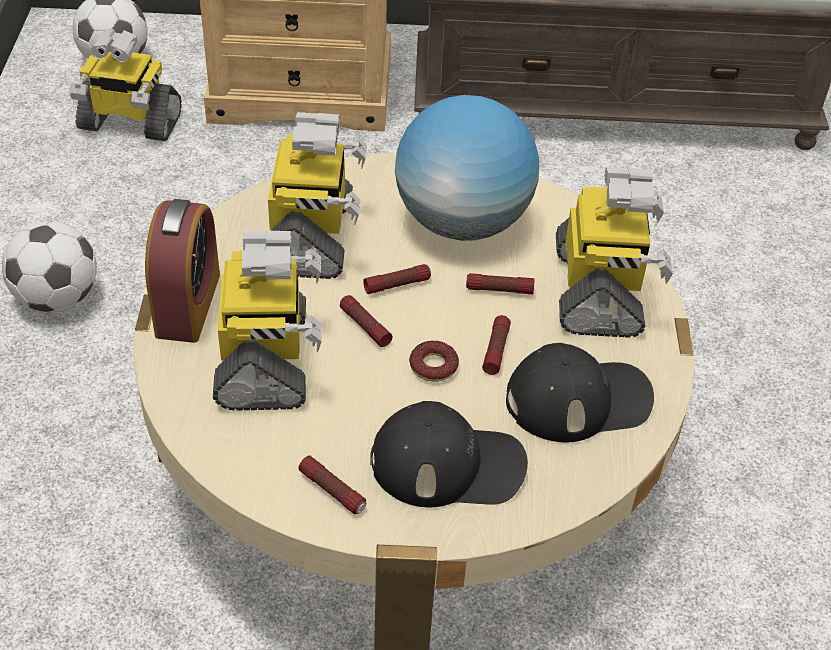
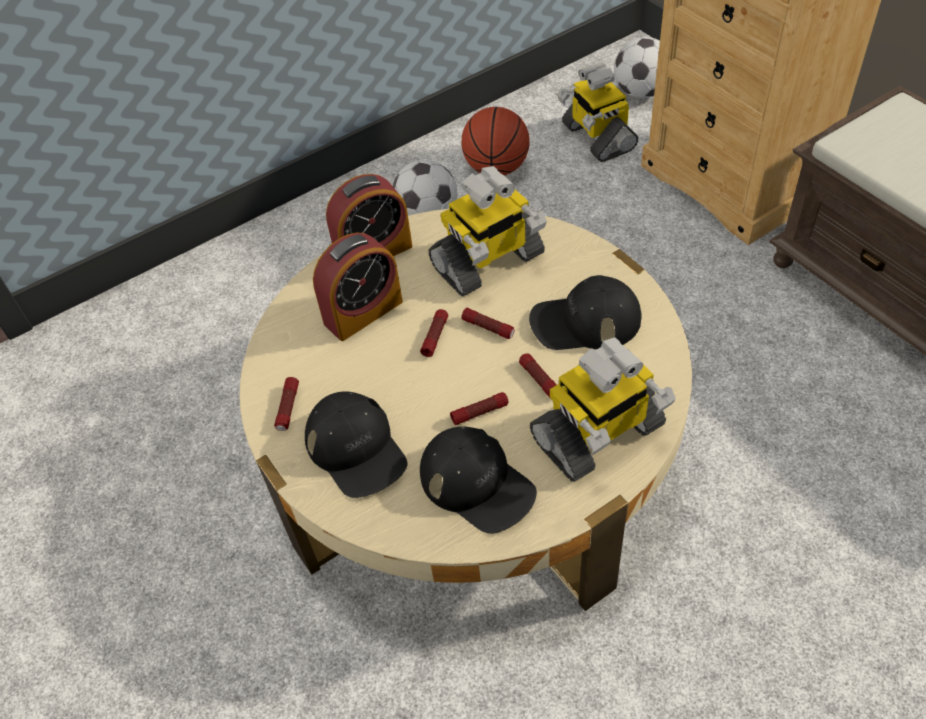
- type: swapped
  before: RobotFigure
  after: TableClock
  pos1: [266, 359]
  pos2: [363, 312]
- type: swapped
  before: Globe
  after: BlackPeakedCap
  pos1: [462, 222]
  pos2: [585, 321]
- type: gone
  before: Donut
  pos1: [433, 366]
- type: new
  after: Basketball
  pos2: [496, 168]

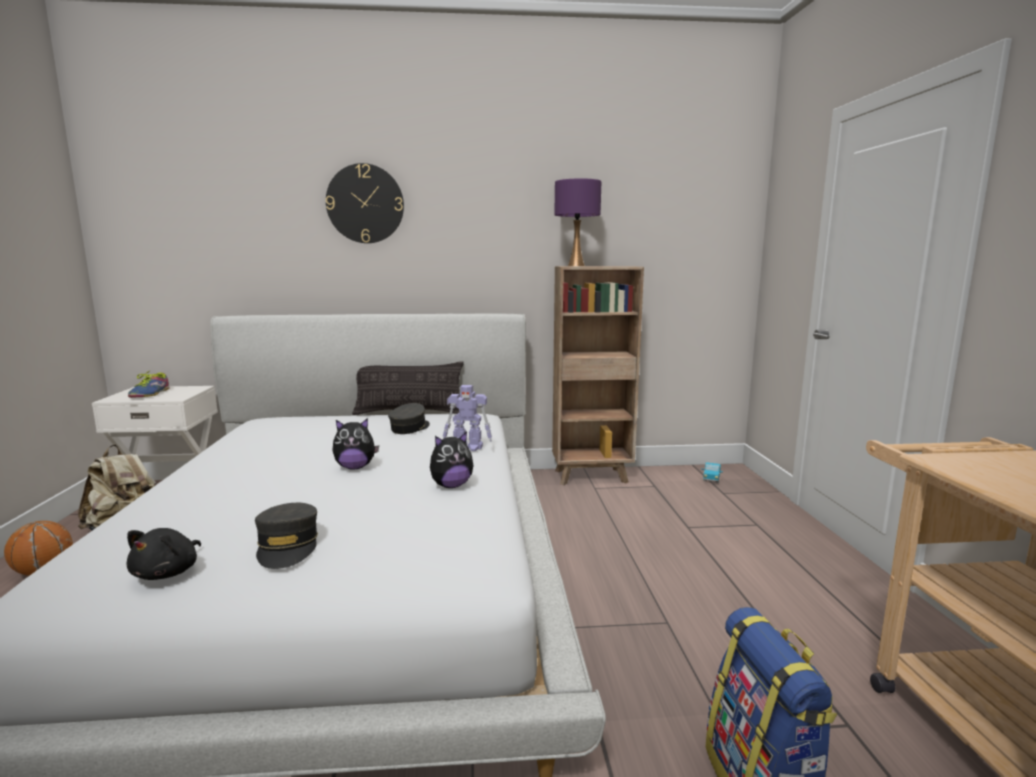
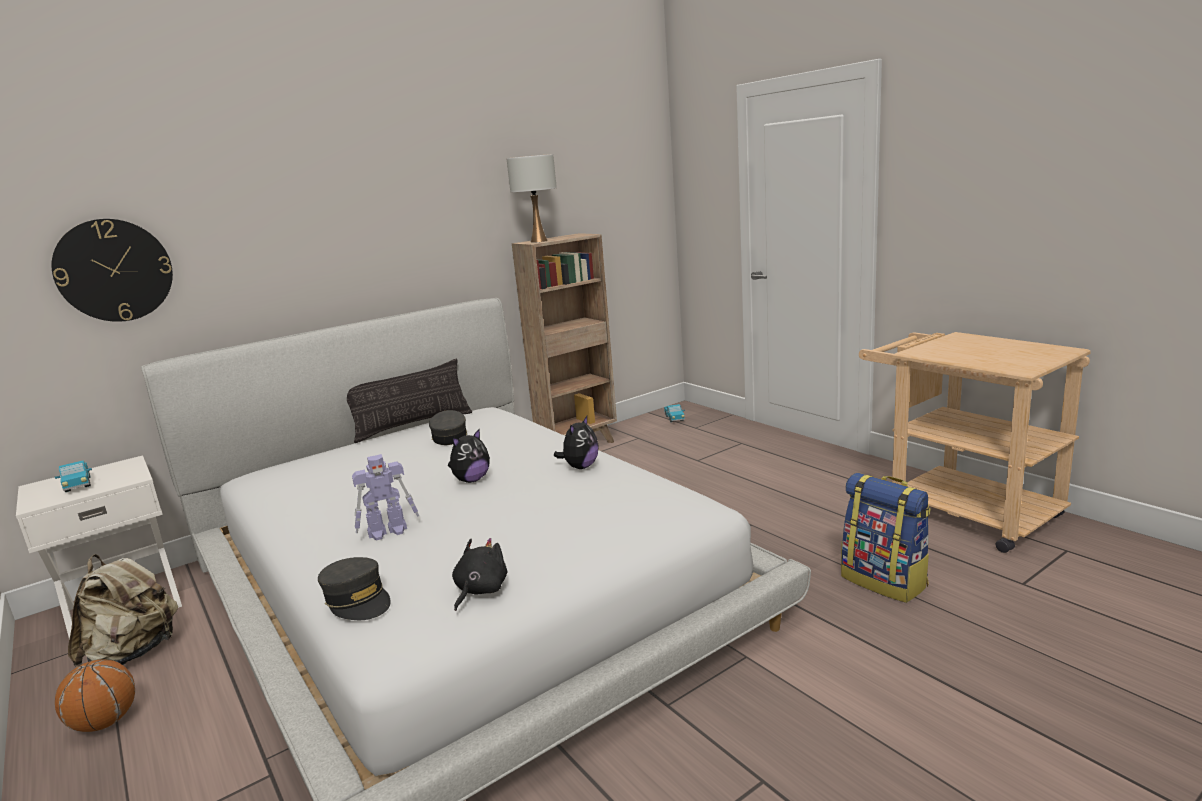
- type: rotated
  before: BlackCuddlyToy
  pos1: [168, 572]
  pos2: [479, 590]
  turn: -135
- type: swapped
  before: LowShoe
  after: ToyLorry
  pos1: [150, 394]
  pos2: [78, 485]
- type: shifted
  before: GreyPeakedCap
  pos1: [288, 546]
  pos2: [358, 600]
- type: shifted
  before: HangingClock
  pos1: [365, 204]
  pos2: [114, 270]
- type: shifted
  before: RobotFigure
  pos1: [468, 447]
  pos2: [389, 531]
- type: repainted
  before: PurplishLampForATable
  after: WhitishLampForATable
  pos1: [575, 266]
  pos2: [538, 241]

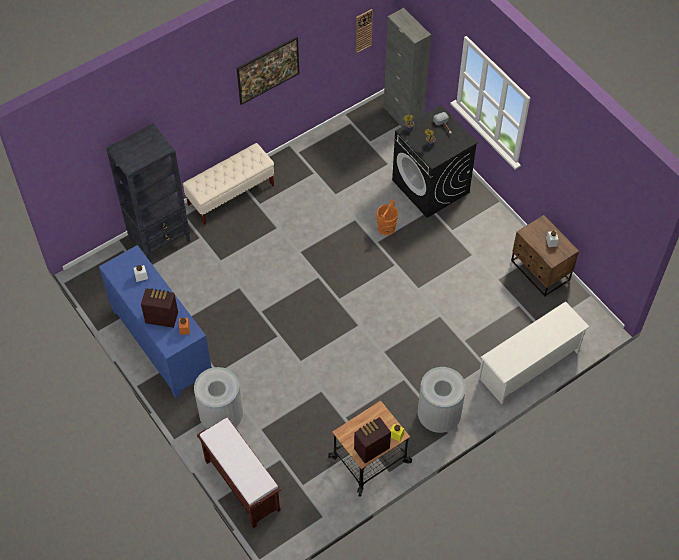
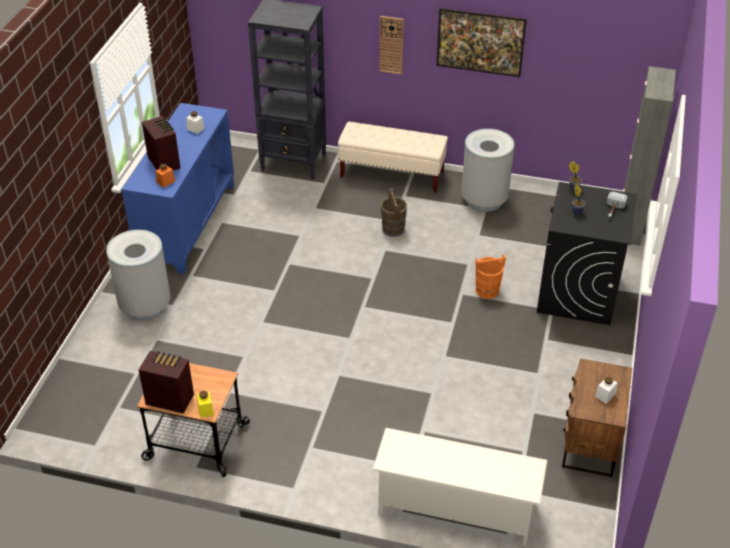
- type: gone
  before: BrownishBench
  pos1: [241, 485]
- type: shifted
  before: HangingClock
  pos1: [363, 31]
  pos2: [391, 45]
- type: shifted
  before: GreyWasteBin
  pos1: [438, 416]
  pos2: [484, 200]
- type: new
  after: BrownishBucket
  pos2: [393, 229]

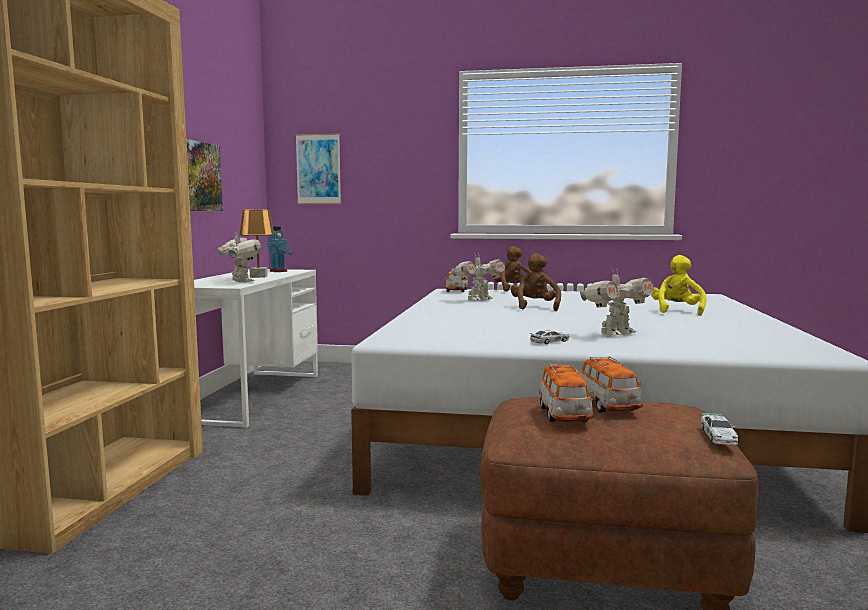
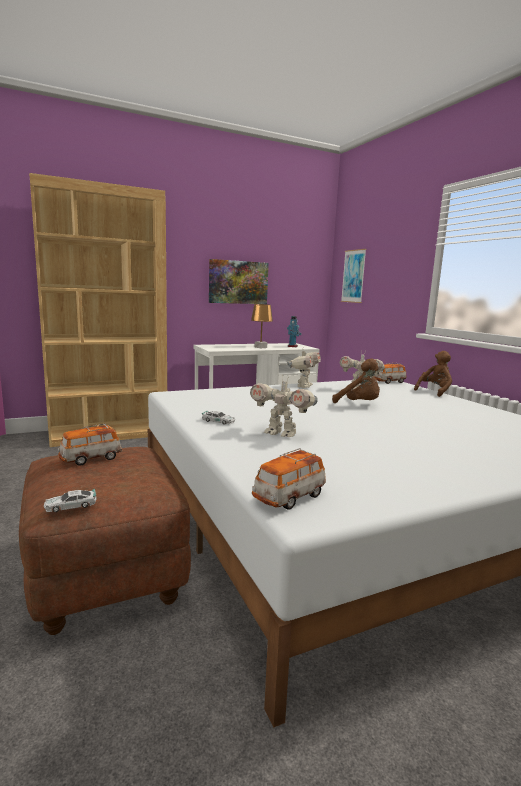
- type: shifted
  before: RobotFigure
  pos1: [241, 282]
  pos2: [303, 386]
- type: rotated
  before: BrownishCuddlyToy
  pos1: [535, 307]
  pos2: [359, 404]
  turn: 75
- type: shifted
  before: ToyCar
  pos1: [608, 406]
  pos2: [289, 498]
- type: gone
  before: YellowishCuddlyToy
  pos1: [676, 311]

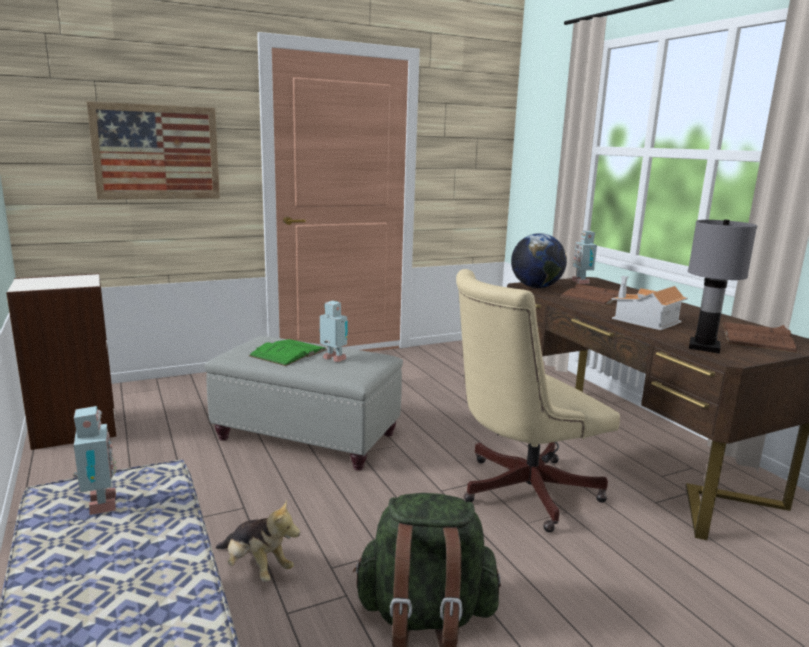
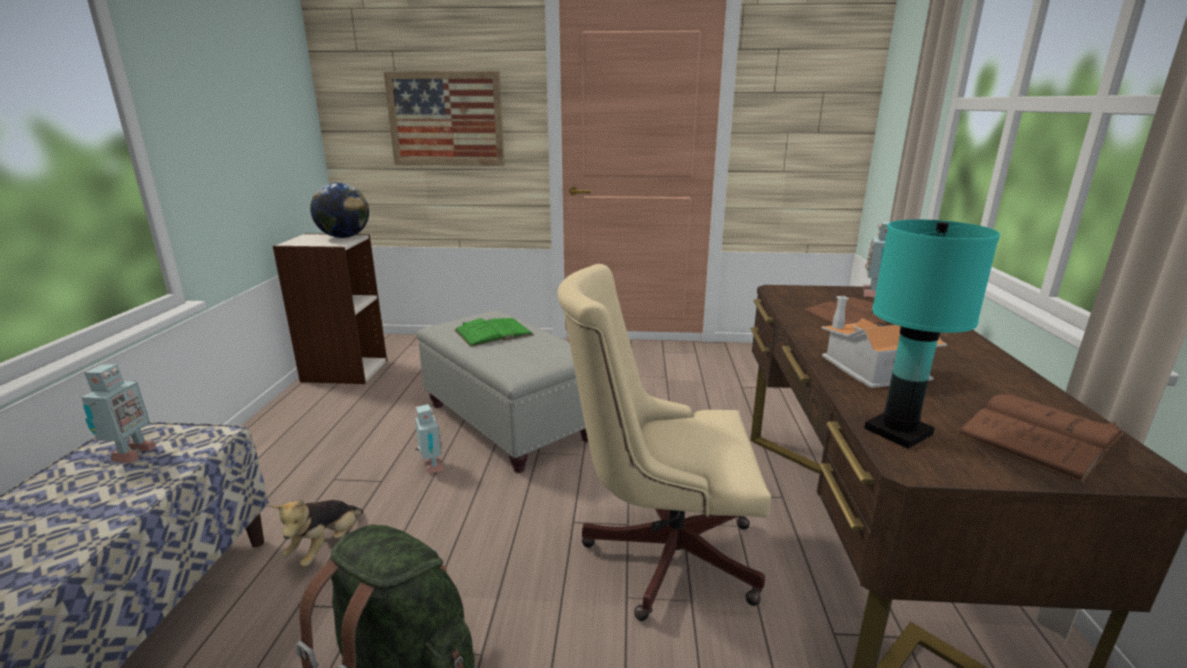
- type: rotated
  before: CuddlyToy
  pos1: [256, 568]
  pos2: [326, 547]
  turn: 45
- type: shifted
  before: RobotFigure
  pos1: [333, 359]
  pos2: [431, 468]
- type: shifted
  before: Globe
  pos1: [536, 287]
  pos2: [344, 237]
- type: repainted
  before: GreyLampForATable
  after: TurquoiseLampForATable
  pos1: [703, 347]
  pos2: [898, 431]

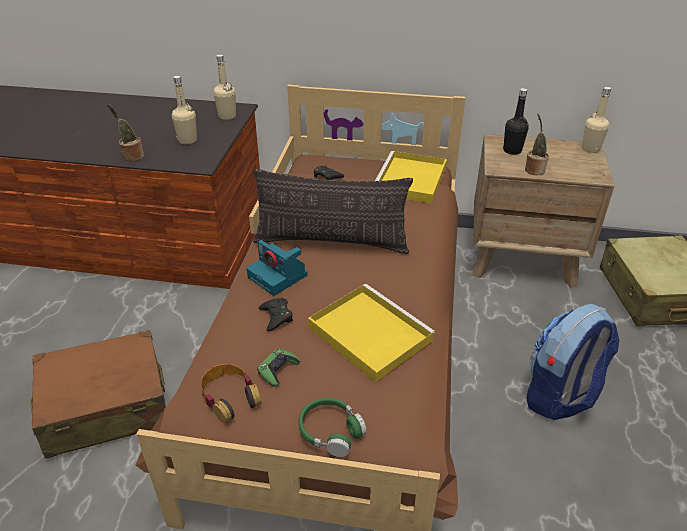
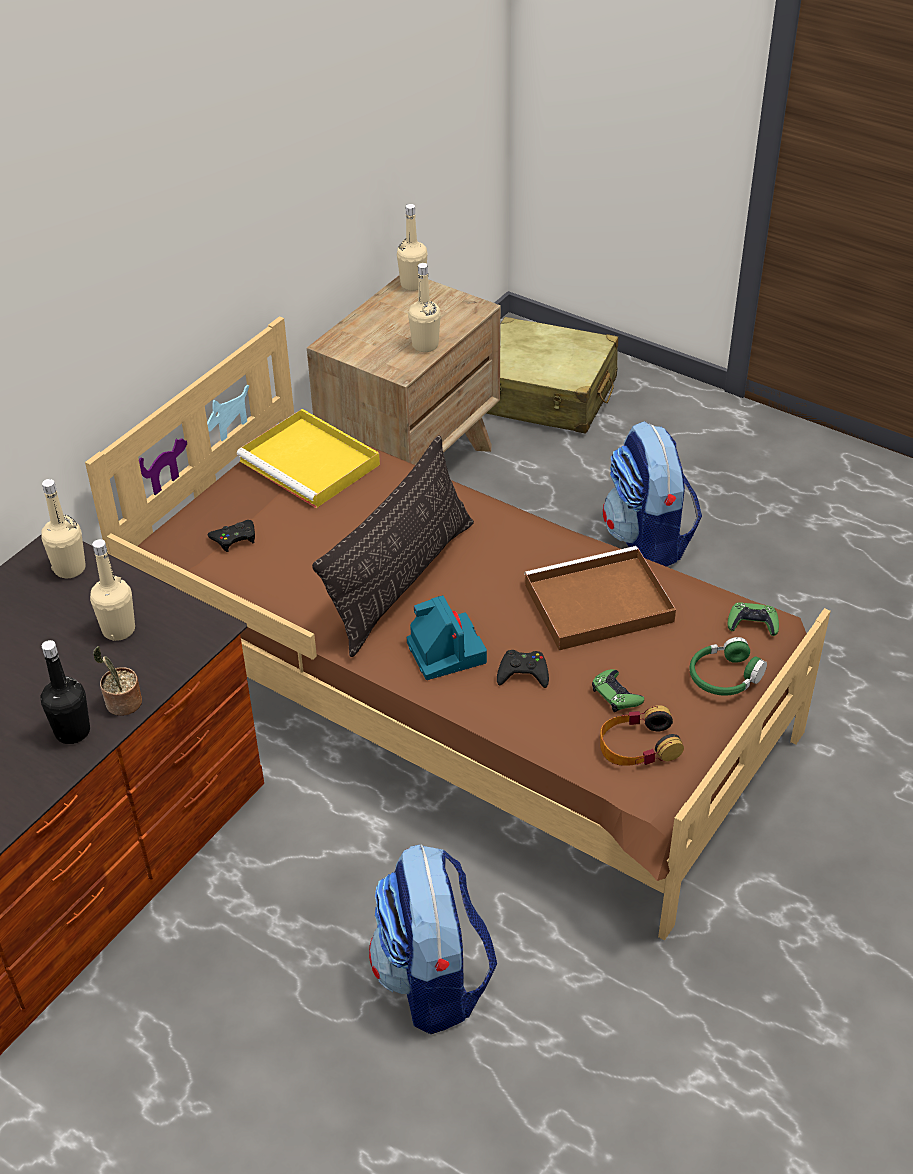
- type: swapped
  before: BrownishTravelCase
  after: Rucksack
  pos1: [105, 406]
  pos2: [433, 980]
- type: rotated
  before: PhotoCamera
  pos1: [279, 276]
  pos2: [445, 651]
  turn: -90
- type: repainted
  before: YellowishServingTray
  after: BrownishServingTray
  pos1: [367, 333]
  pos2: [596, 604]
- type: shifted
  before: BlackDrinkBottle
  pos1: [512, 150]
  pos2: [72, 731]
- type: swapped
  before: Houseplant
  after: SandColouredDrinkBottle
  pos1: [534, 169]
  pos2: [425, 345]
- type: new
  after: GreenishGameController
  pos2: [752, 623]

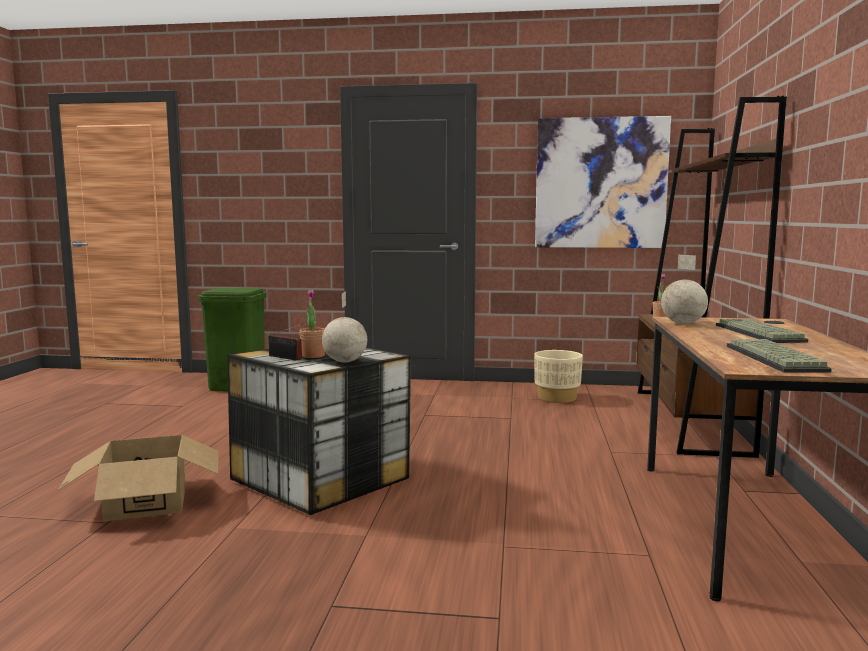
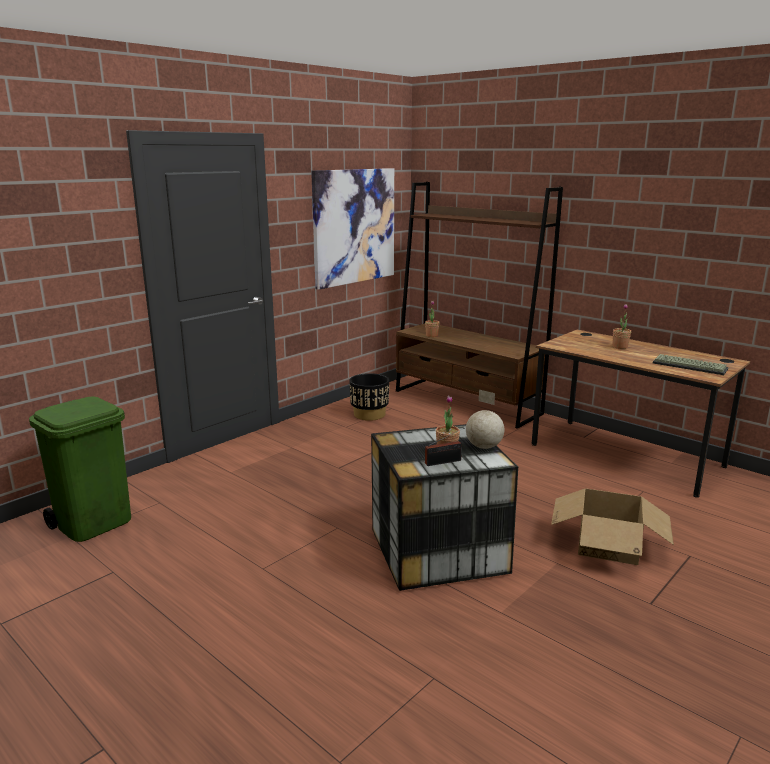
- type: shifted
  before: PackingBox
  pos1: [146, 502]
  pos2: [608, 545]
- type: repainted
  before: SandColouredPlantPot
  after: BlackPlantPot
  pos1: [557, 398]
  pos2: [369, 414]
- type: gone
  before: Globe
  pos1: [683, 323]
- type: swapped
  before: PcKeyboard
  after: Houseplant
  pos1: [761, 333]
  pos2: [620, 347]

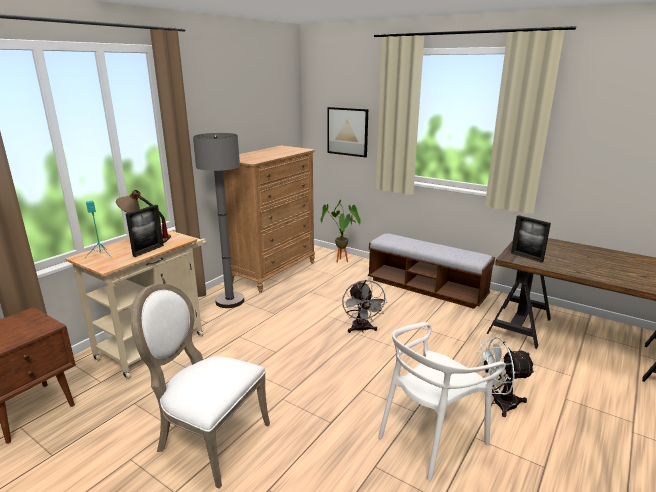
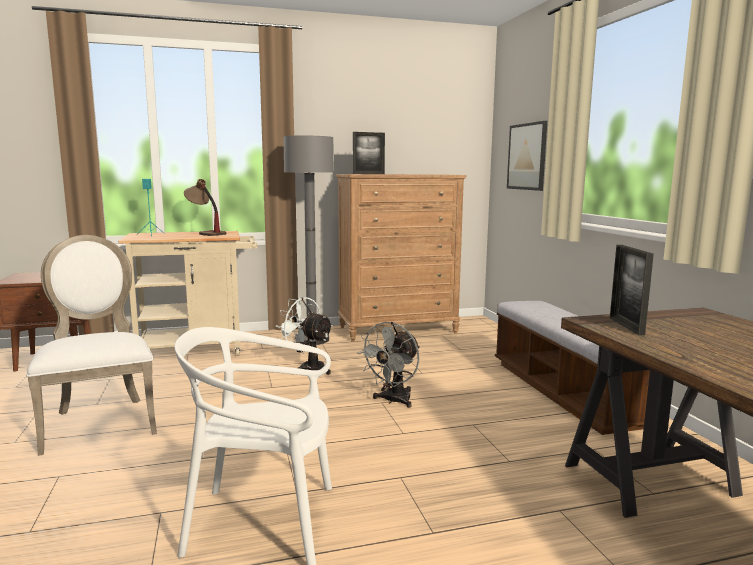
- type: shifted
  before: StandingFrame
  pos1: [148, 251]
  pos2: [368, 174]
- type: gone
  before: Houseplant
  pos1: [341, 262]
- type: shifted
  before: WhitishElectricFan
  pos1: [498, 403]
  pos2: [307, 368]

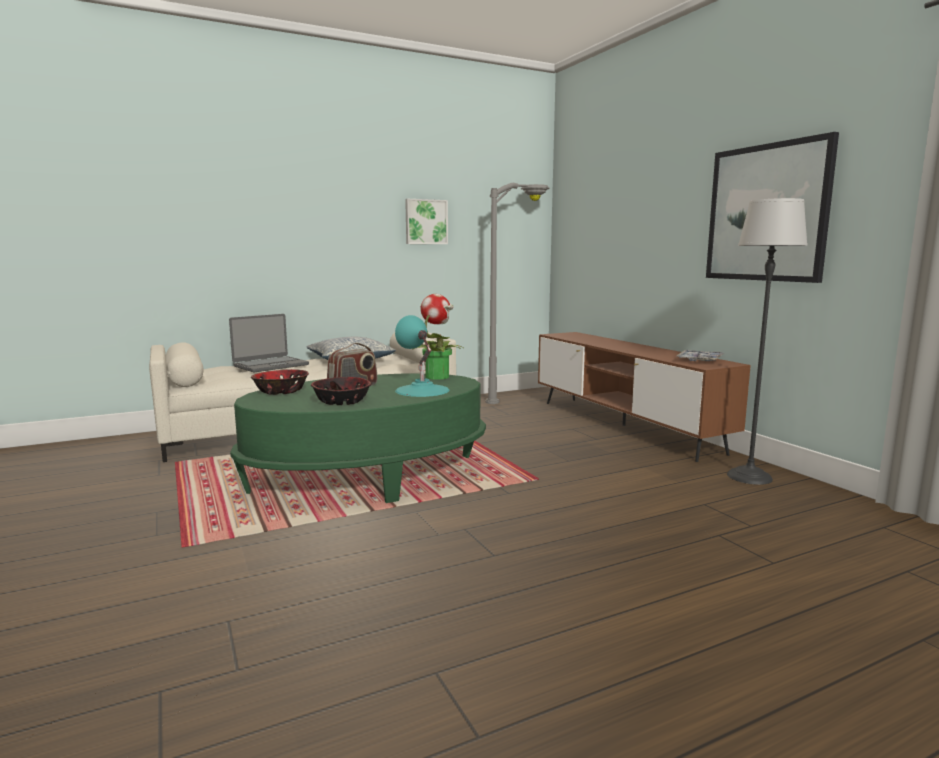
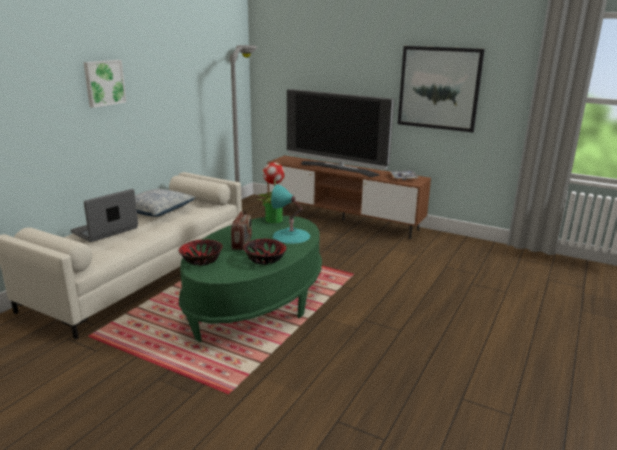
- type: rotated
  before: PortableComputer
  pos1: [270, 365]
  pos2: [105, 230]
  turn: -150
- type: shifted
  before: WallPicture
  pos1: [426, 222]
  pos2: [104, 83]
- type: gone
  before: FloorLamp
  pos1: [749, 476]
- type: new
  after: TvSet
  pos2: [338, 169]

